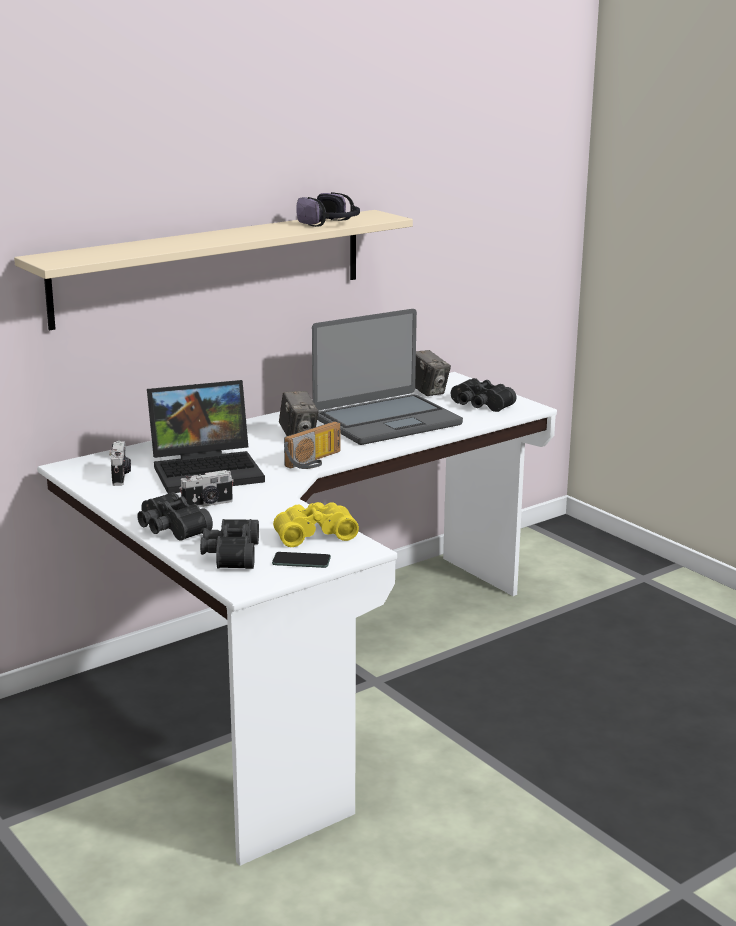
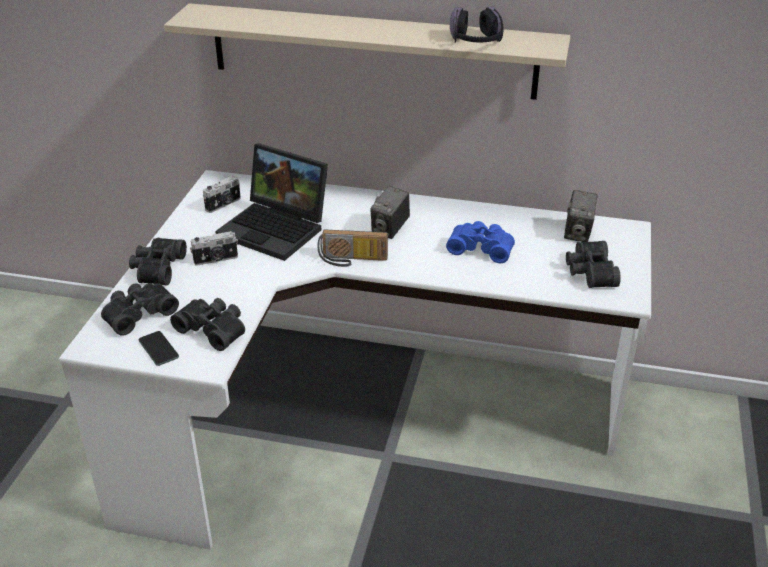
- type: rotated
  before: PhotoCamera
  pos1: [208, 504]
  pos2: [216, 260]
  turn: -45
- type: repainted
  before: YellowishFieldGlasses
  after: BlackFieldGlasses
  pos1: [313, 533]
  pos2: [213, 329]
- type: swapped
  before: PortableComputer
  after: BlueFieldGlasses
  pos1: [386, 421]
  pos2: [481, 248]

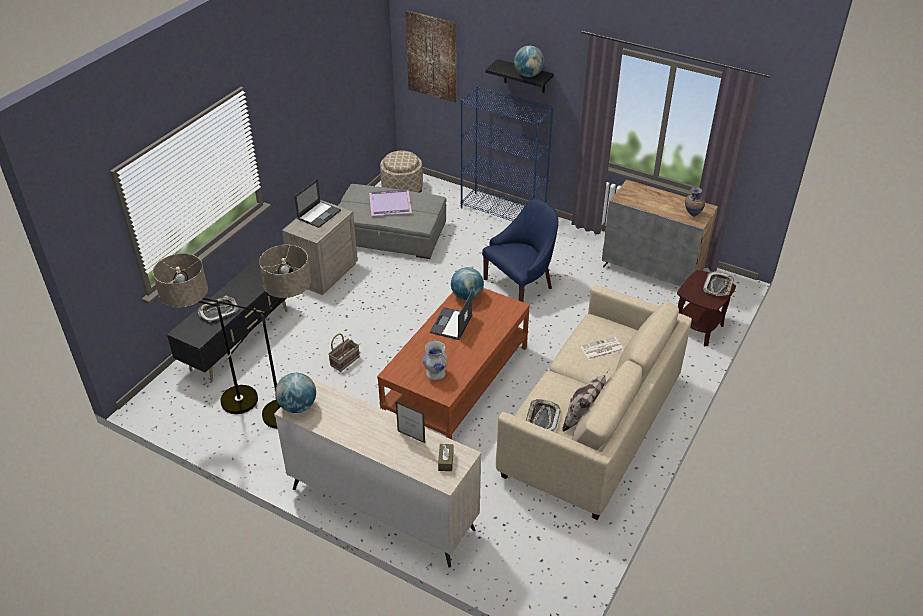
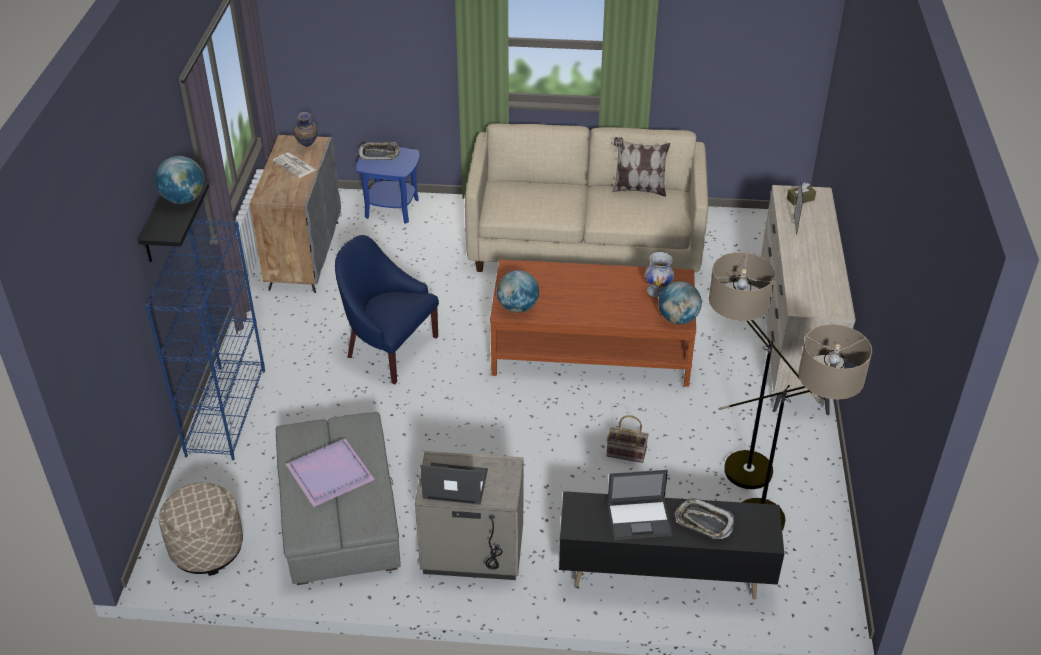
- type: shifted
  before: Globe
  pos1: [298, 406]
  pos2: [678, 319]
- type: gone
  before: WallPicture
  pos1: [432, 56]
- type: shifted
  before: PortableComputer
  pos1: [451, 324]
  pos2: [640, 519]
- type: gone
  before: ServingTray
  pos1: [542, 418]
- type: shifted
  before: DailyPaper
  pos1: [601, 349]
  pos2: [295, 166]
- type: repainted
  before: BrownishSideTable
  after: BlueSideTable
  pos1: [697, 328]
  pos2: [391, 208]

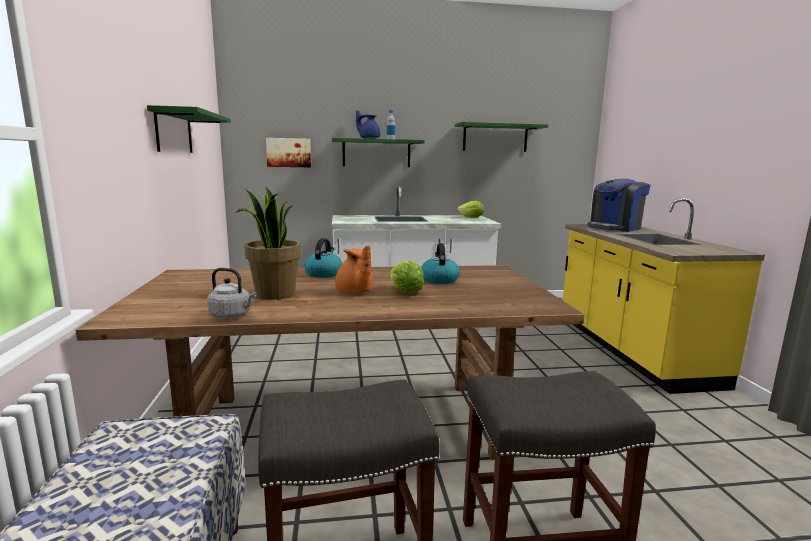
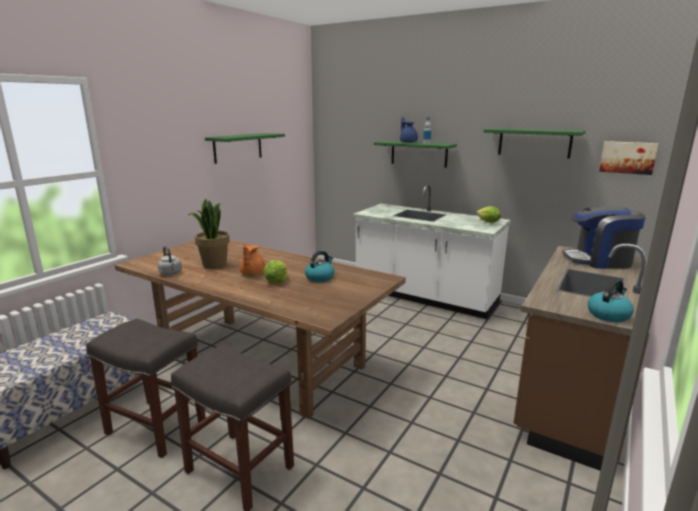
- type: shifted
  before: WallPicture
  pos1: [288, 152]
  pos2: [627, 157]
- type: shifted
  before: TeaKettle
  pos1: [323, 273]
  pos2: [608, 315]
- type: repainted
  before: YellowishCounter
  after: BrownishCounter
  pos1: [631, 351]
  pos2: [571, 397]

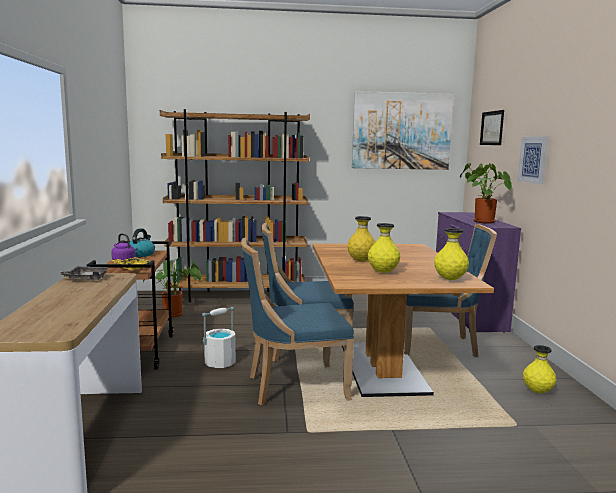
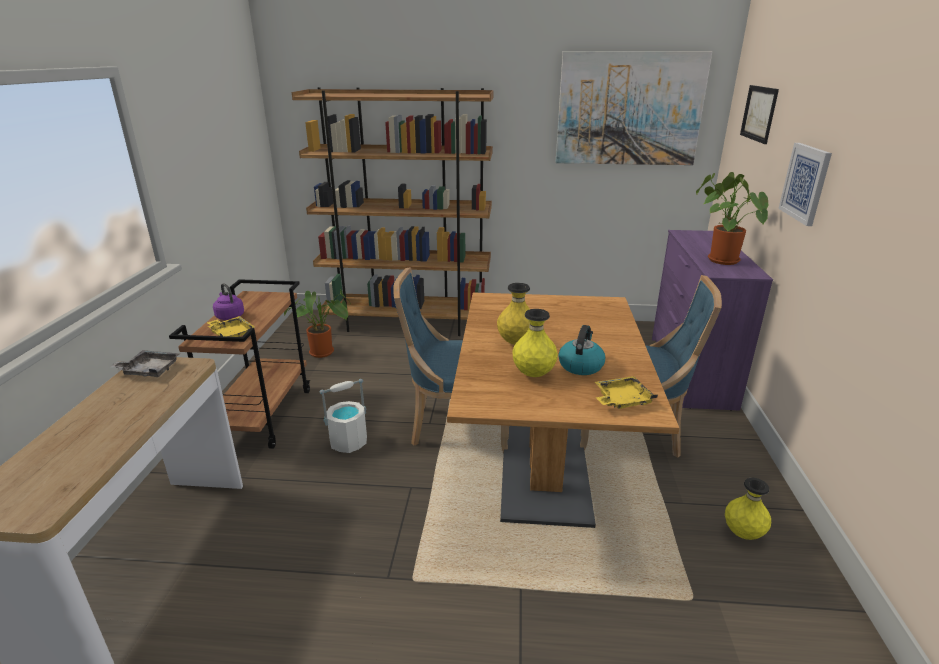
- type: shifted
  before: TeaKettle
  pos1: [141, 254]
  pos2: [580, 365]
- type: gone
  before: BlueChair
  pos1: [293, 386]
- type: swapped
  before: YellowishFlowerVase
  after: YellowishServingTray
  pos1: [450, 279]
  pos2: [621, 400]

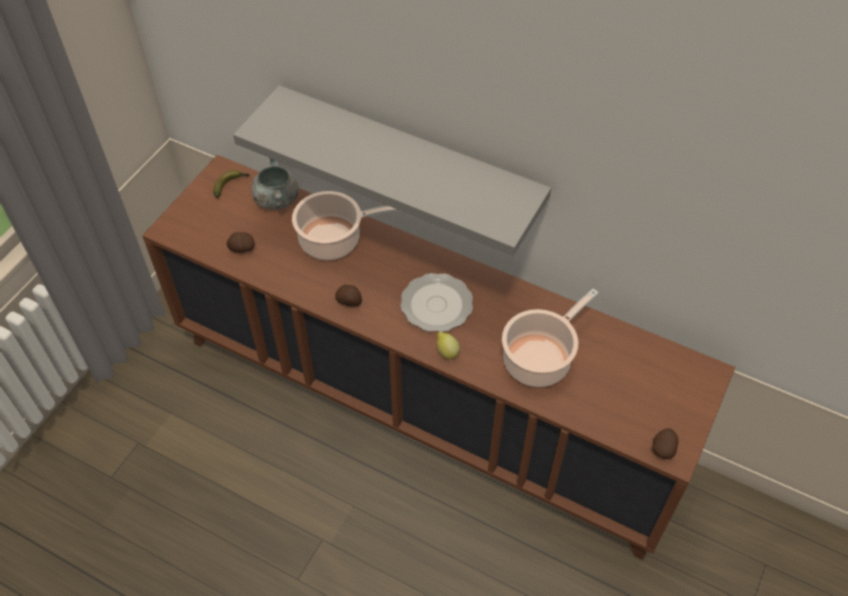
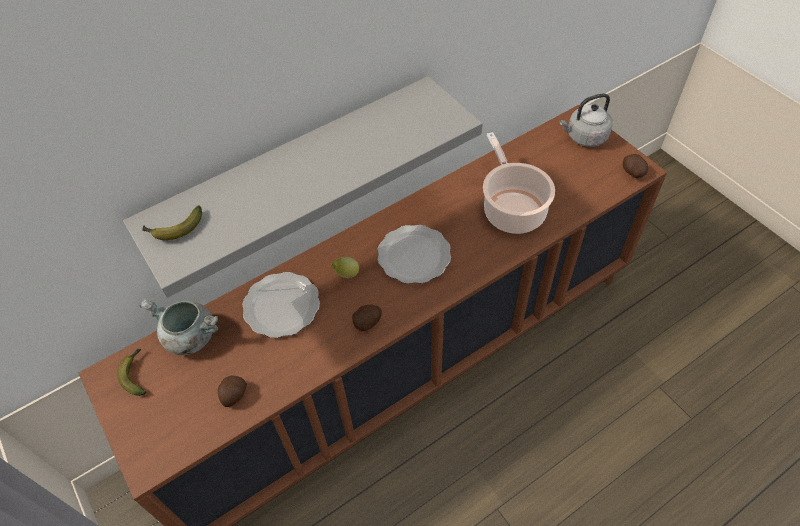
- type: swapped
  before: Stockpot
  after: FlatDish
  pos1: [334, 239]
  pos2: [283, 306]
- type: shifted
  before: Lemon
  pos1: [446, 352]
  pos2: [346, 274]
- type: new
  after: BananaFruit
  pos2: [174, 229]
- type: new
  after: GreyTeaKettle
  pos2: [584, 137]

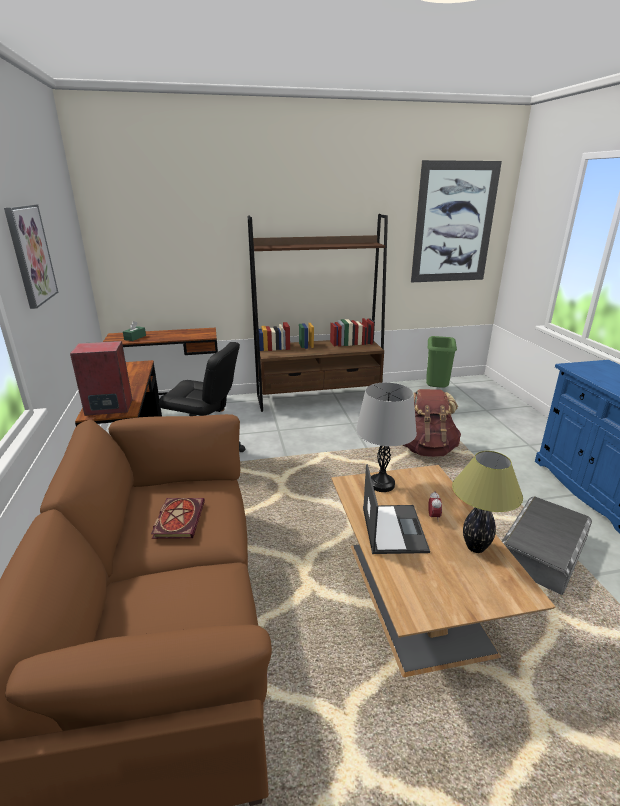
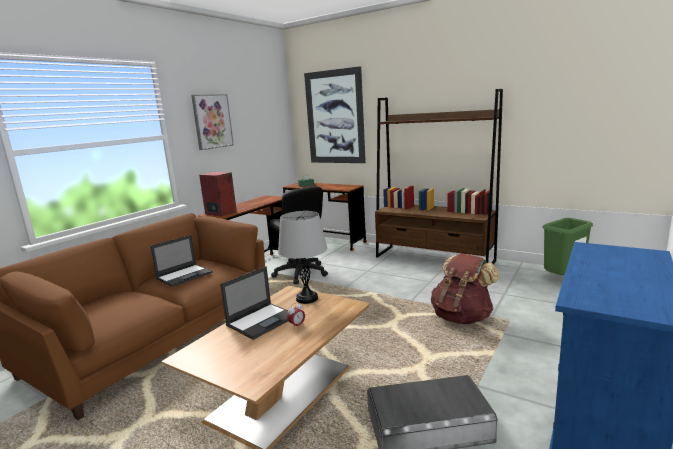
- type: swapped
  before: Book
  after: PortableComputer
  pos1: [178, 519]
  pos2: [185, 275]
- type: shifted
  before: WallPicture
  pos1: [454, 223]
  pos2: [334, 117]
- type: gone
  before: LampForATable
  pos1: [475, 547]

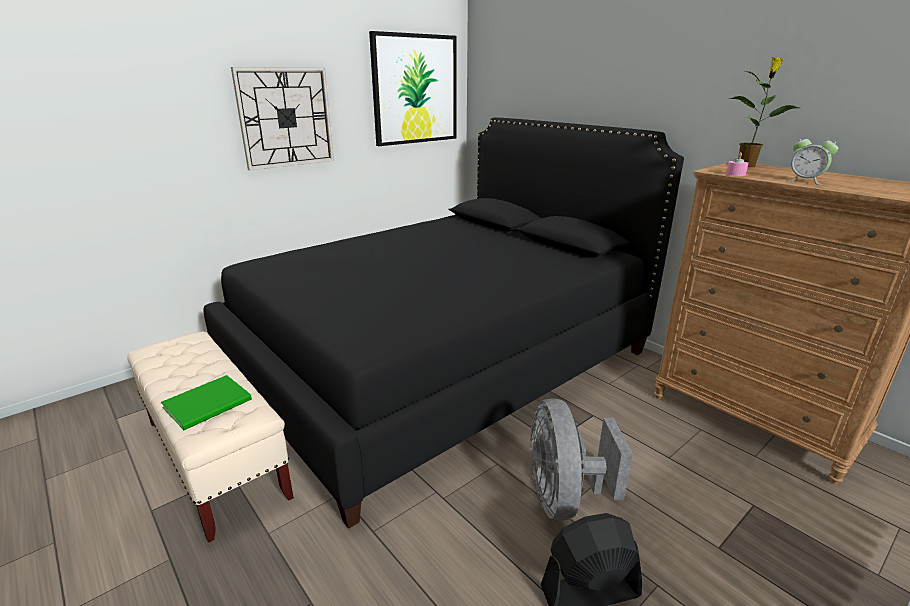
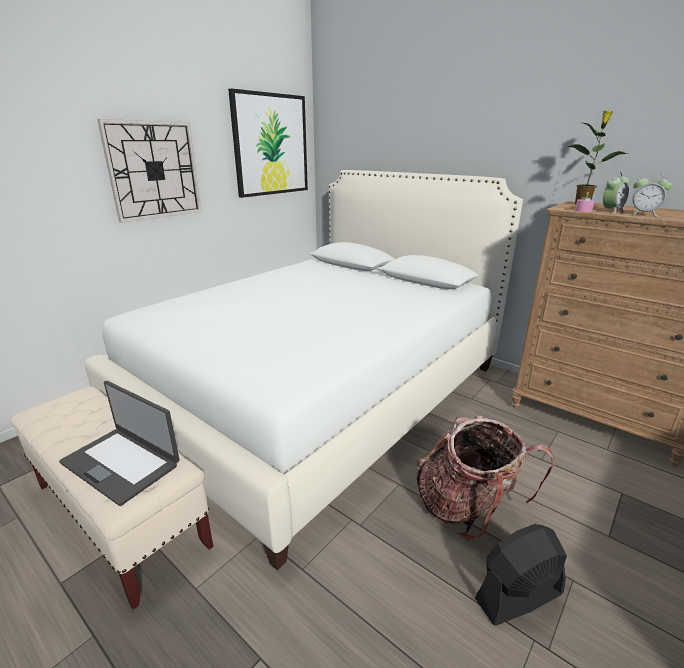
- type: swapped
  before: GreenishBook
  after: PortableComputer
  pos1: [210, 403]
  pos2: [121, 463]
- type: repainted
  before: BlackBed
  after: WhitishBed
  pos1: [441, 361]
  pos2: [320, 392]
- type: swapped
  before: GreyElectricFan
  after: Rucksack
  pos1: [564, 497]
  pos2: [467, 508]
- type: new
  after: TableClock
  pos2: [611, 211]

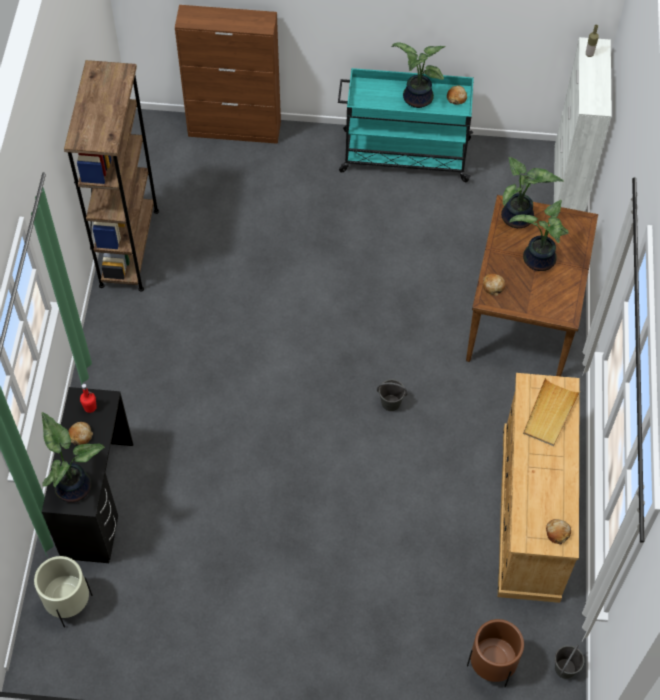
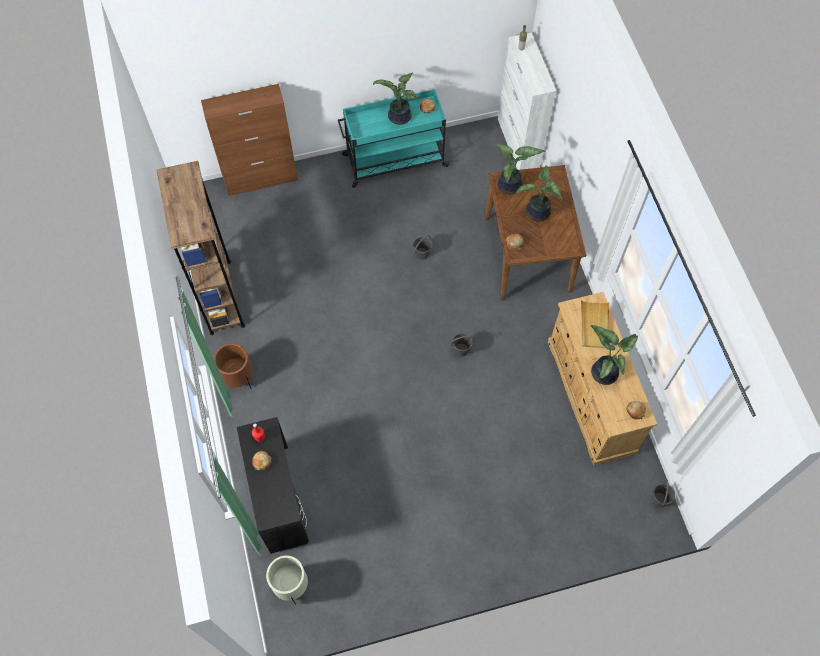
- type: shifted
  before: Houseplant
  pos1: [74, 485]
  pos2: [604, 371]
- type: shifted
  before: BrownishPlantPot
  pos1: [491, 665]
  pos2: [238, 378]
- type: new
  after: GreyBucket
  pos2: [422, 253]

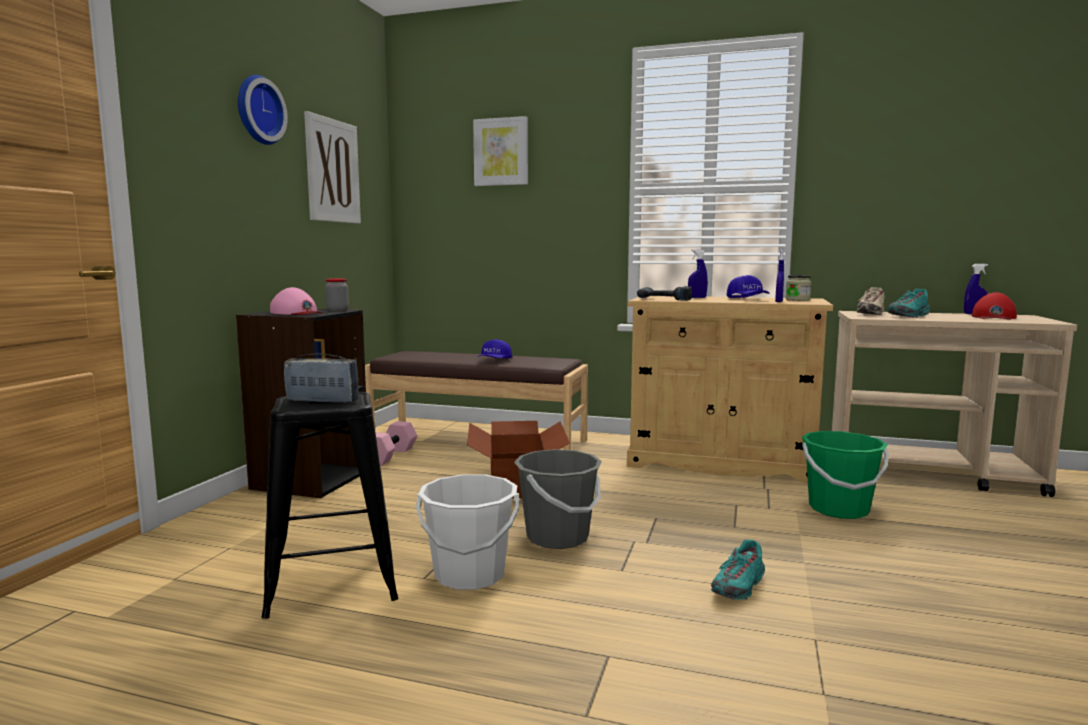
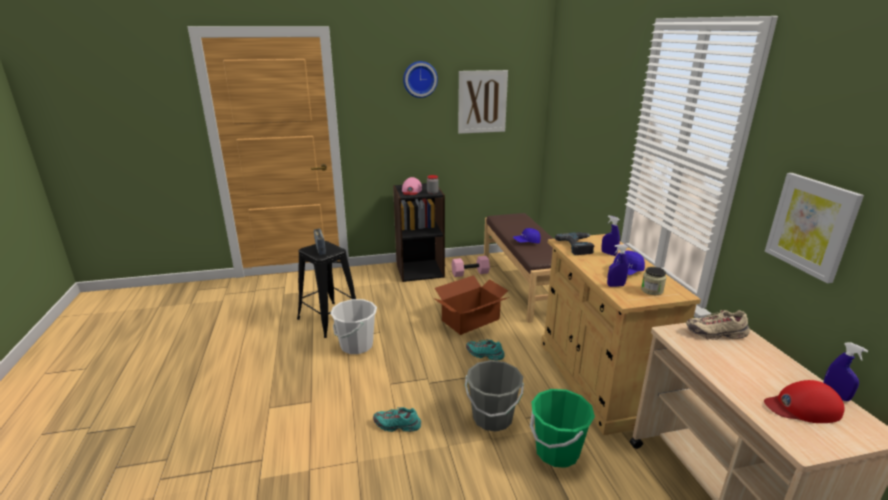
- type: shifted
  before: WallPicture
  pos1: [501, 152]
  pos2: [811, 225]
- type: shifted
  before: GreyBucket
  pos1: [558, 537]
  pos2: [492, 418]
- type: shifted
  before: TurquoiseLowShoe
  pos1: [909, 316]
  pos2: [484, 355]

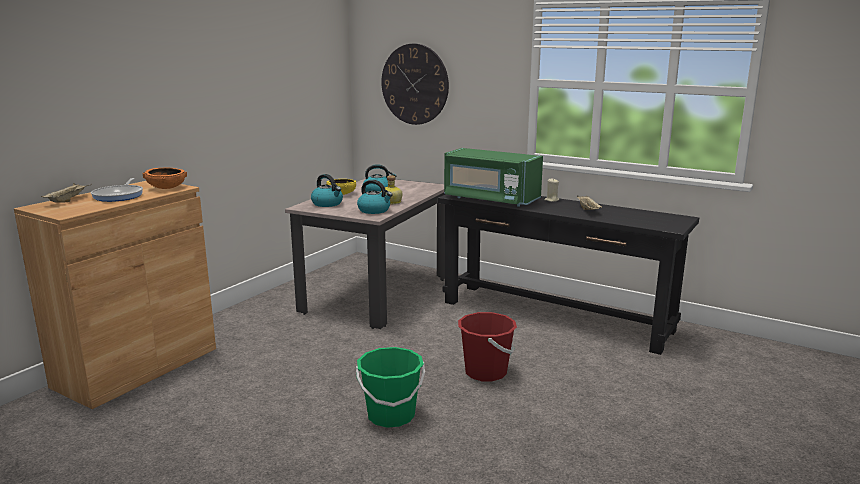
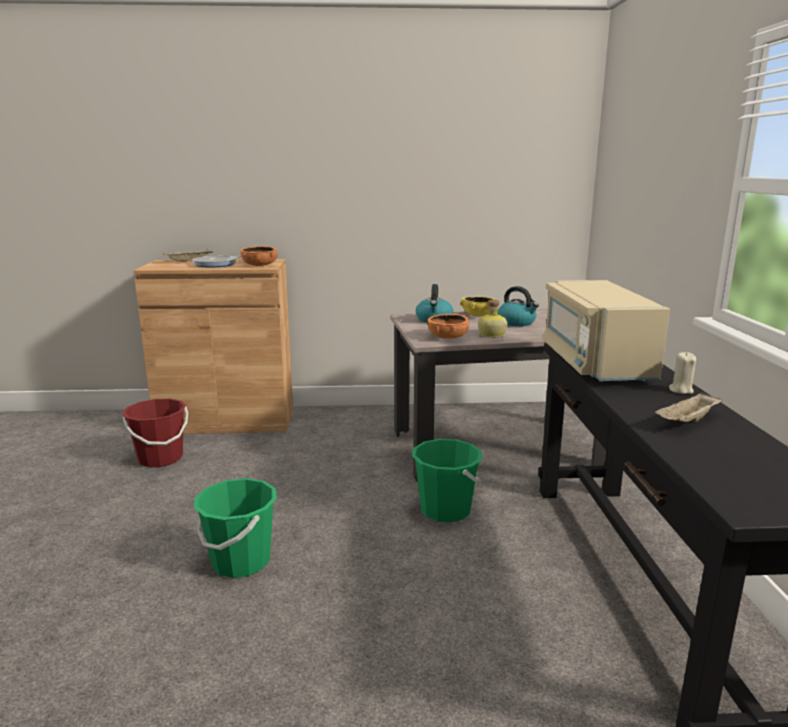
- type: swapped
  before: TeaKettle
  after: OrangeColouredDeepDish
  pos1: [374, 210]
  pos2: [448, 337]
- type: gone
  before: HangingClock
  pos1: [414, 84]
- type: repainted
  before: GreenishKitchenMicrowave
  after: SandColouredKitchenMicrowave
  pos1: [490, 199]
  pos2: [594, 362]
- type: shifted
  before: RedBucket
  pos1: [486, 372]
  pos2: [160, 459]
- type: new
  after: GreenishBucket
  pos2: [445, 510]

